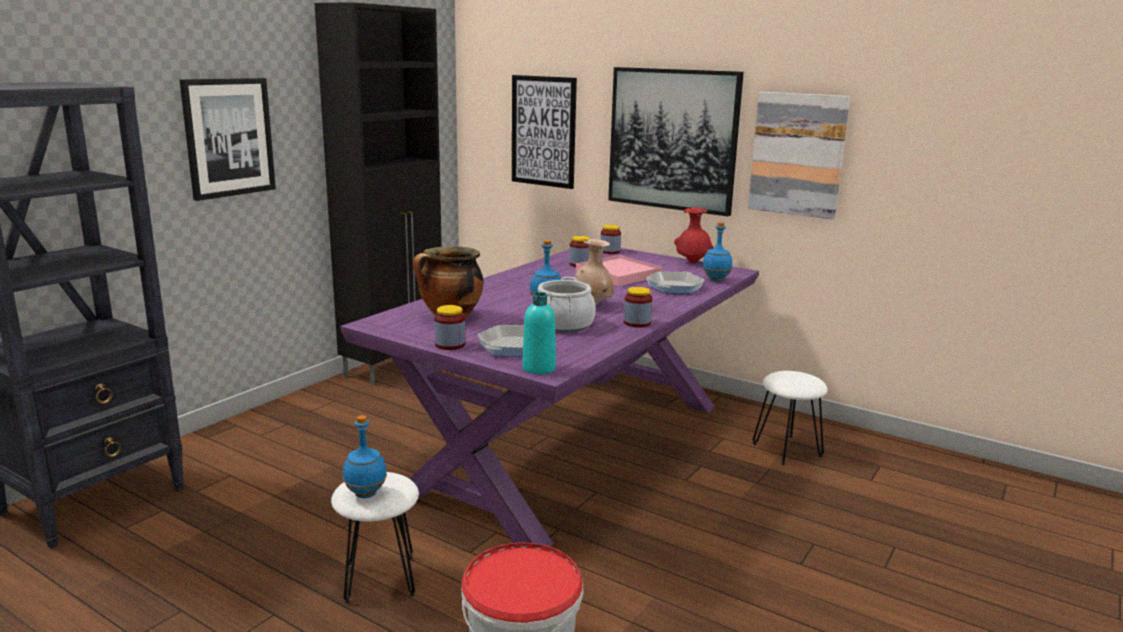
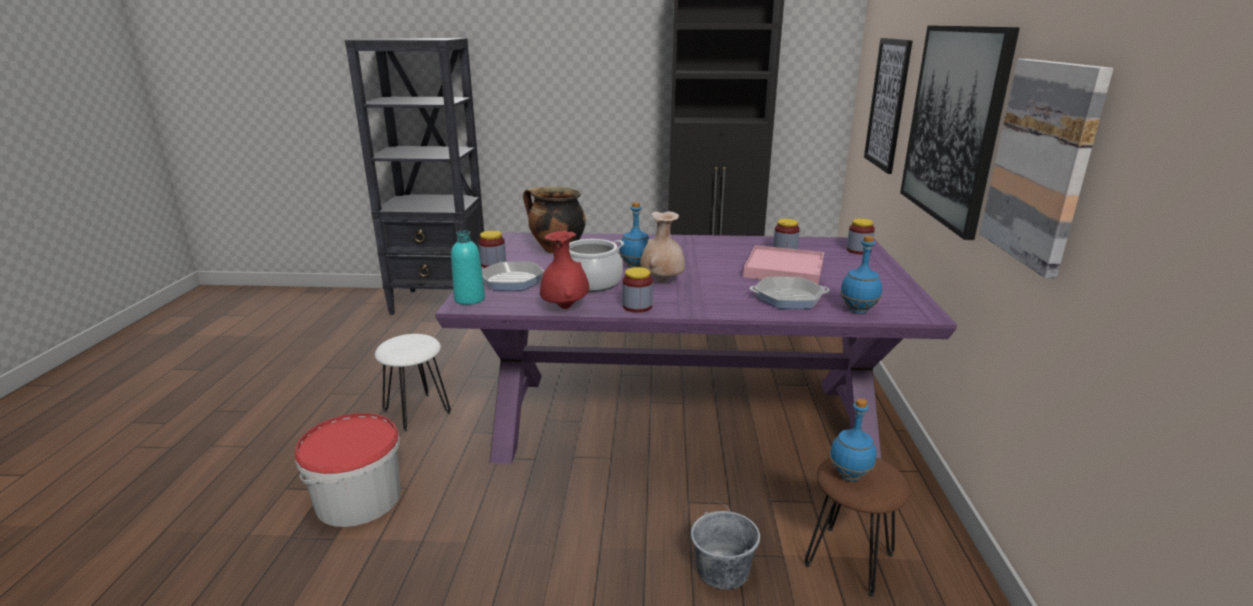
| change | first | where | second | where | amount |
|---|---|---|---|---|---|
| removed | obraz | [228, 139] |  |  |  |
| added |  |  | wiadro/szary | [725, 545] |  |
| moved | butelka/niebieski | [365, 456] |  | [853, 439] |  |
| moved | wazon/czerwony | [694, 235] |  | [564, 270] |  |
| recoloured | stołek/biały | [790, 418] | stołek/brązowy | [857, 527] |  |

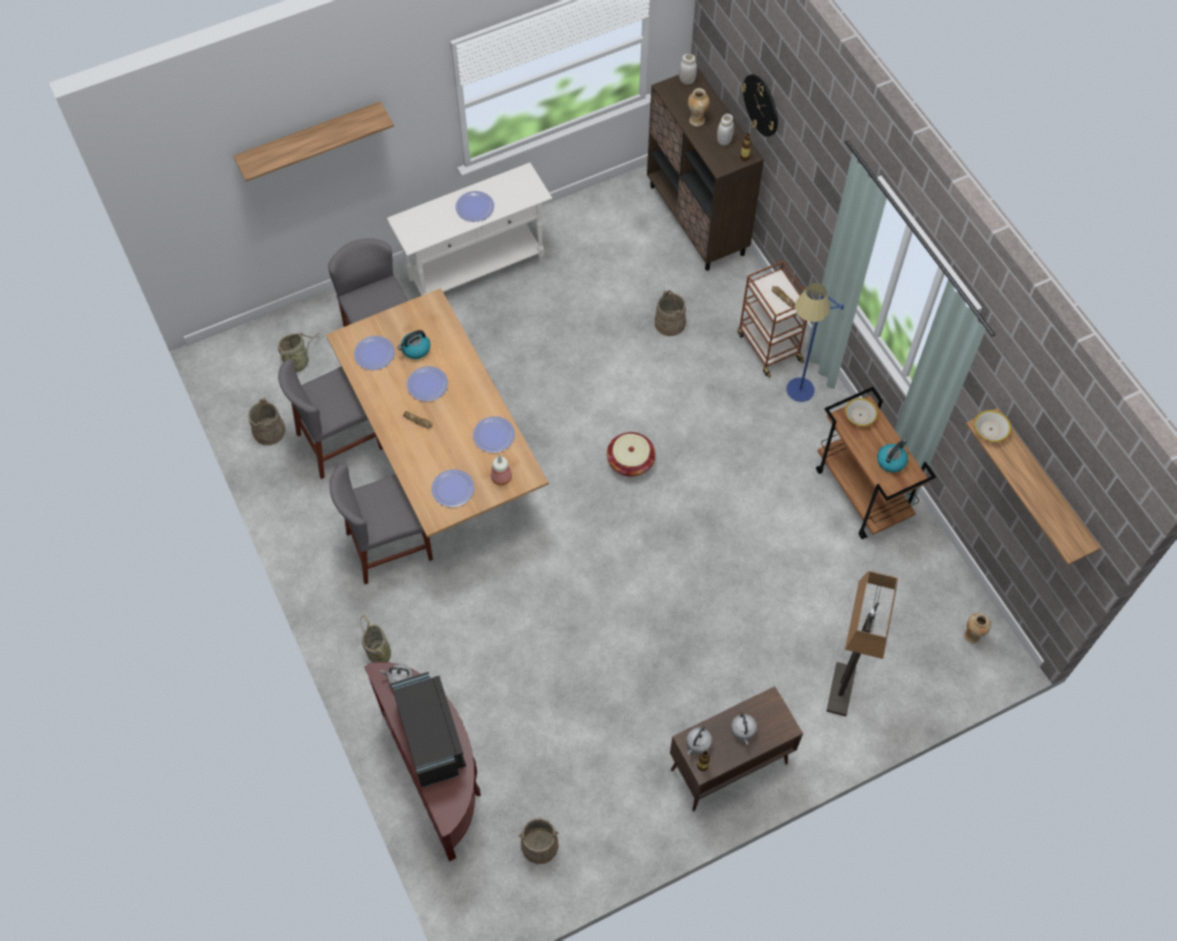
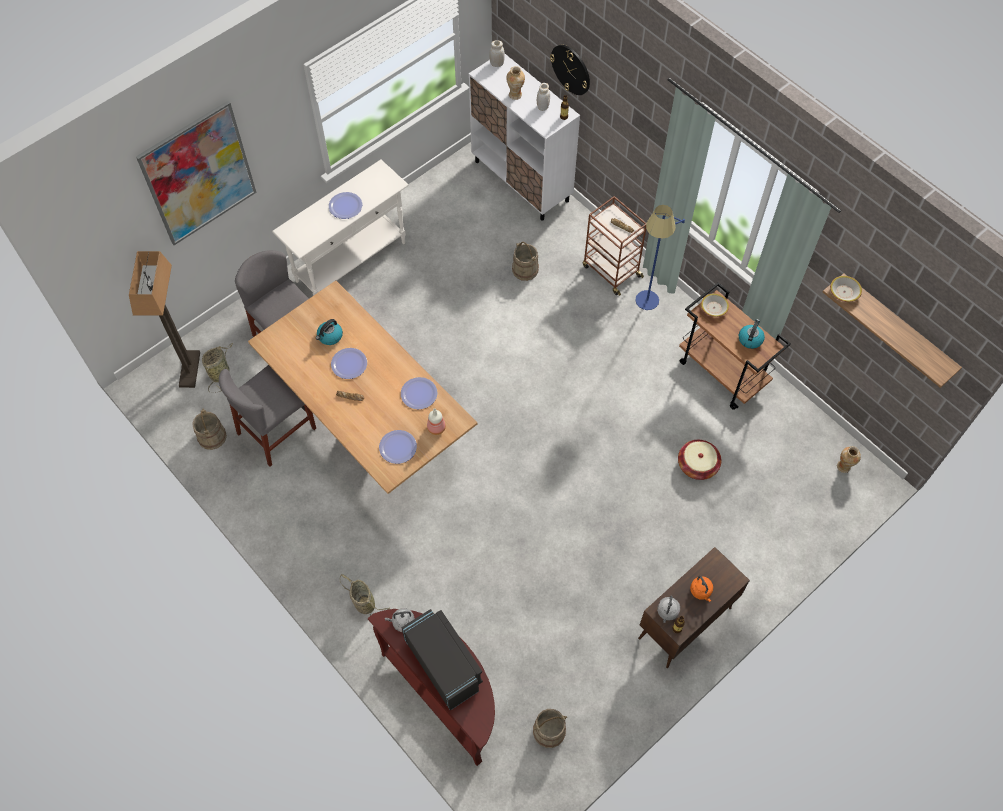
| change | first | where | second | where | amount |
|---|---|---|---|---|---|
| removed | krzesło/szary | [381, 524] |  |  |  |
| removed | talerz | [374, 353] |  |  |  |
| moved | koszyk | [631, 454] |  | [699, 460] |  |
| moved | lampa stojąca | [862, 643] |  | [164, 319] |  |
| replaced | półka | [313, 141] | obraz | [196, 173] |  |
| recoloured | szafka/brązowy | [705, 169] | szafka/biały | [524, 137] |  |
| recoloured | czajnik/szary | [744, 729] | czajnik/pomarańczowy | [701, 589] |  |

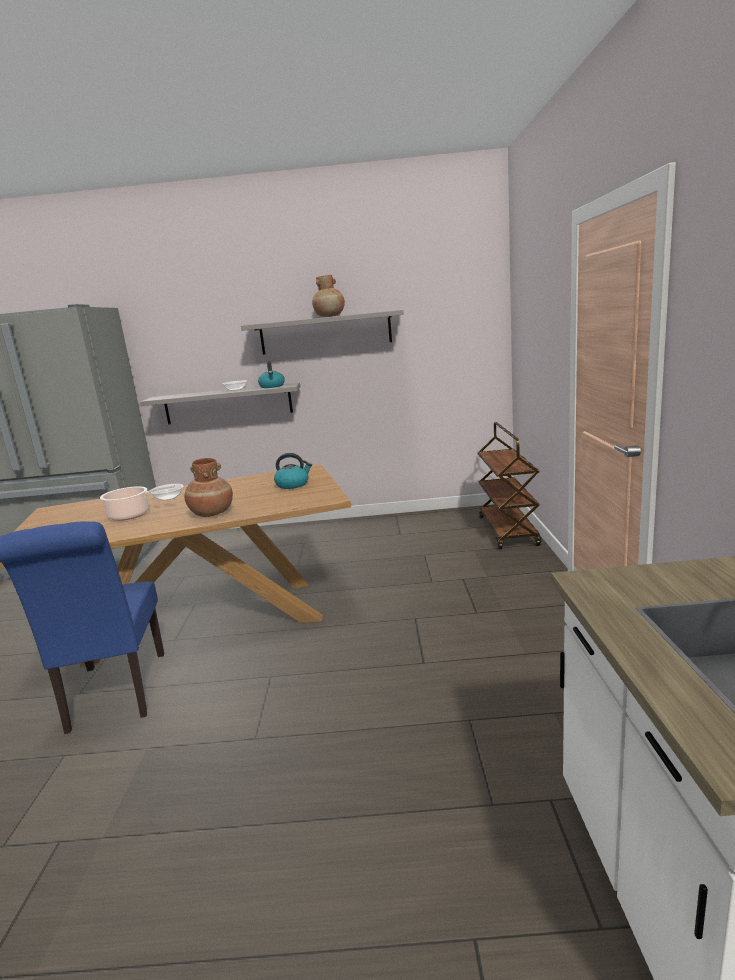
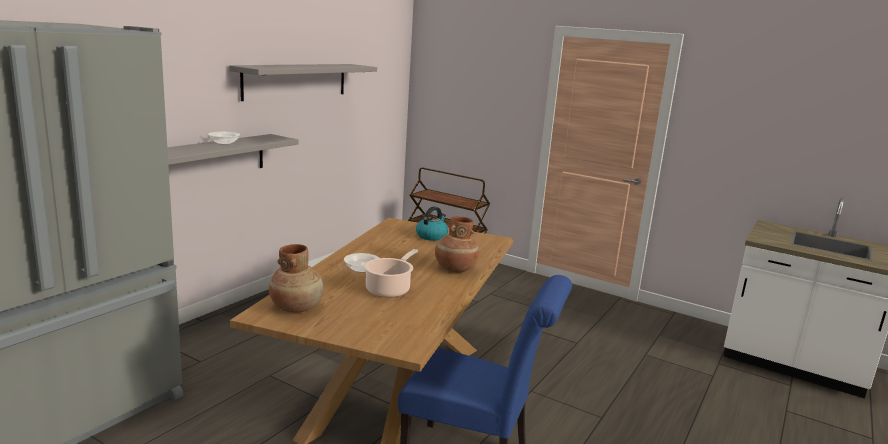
| change | first | where | second | where | amount |
|---|---|---|---|---|---|
| removed | czajnik | [271, 374] |  |  |  |
| moved | wazon/brązowy | [328, 296] |  | [296, 278] |  |

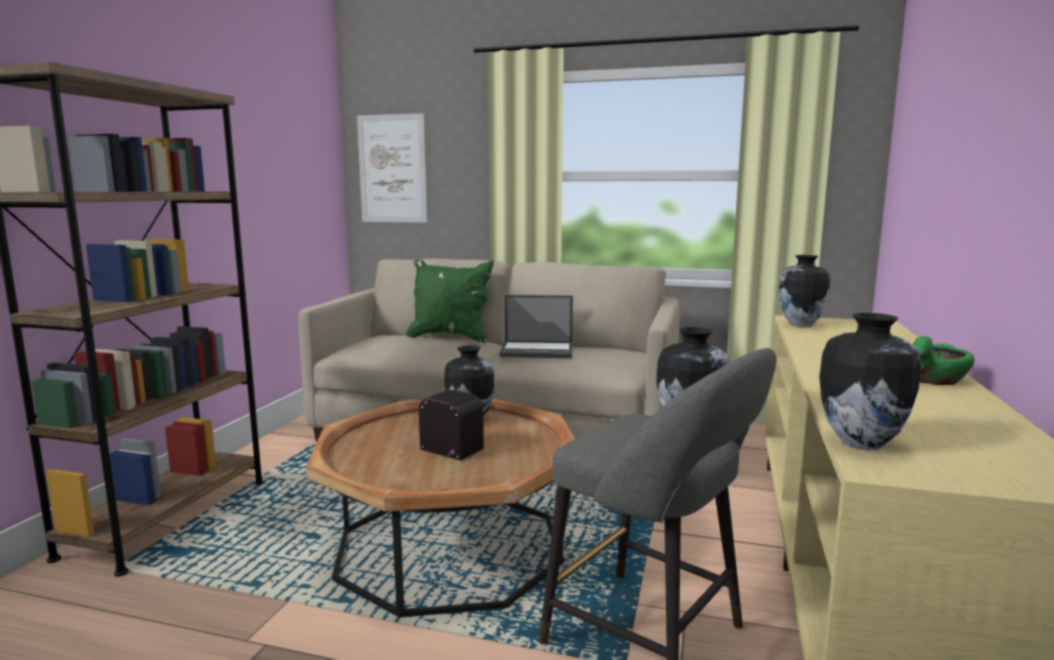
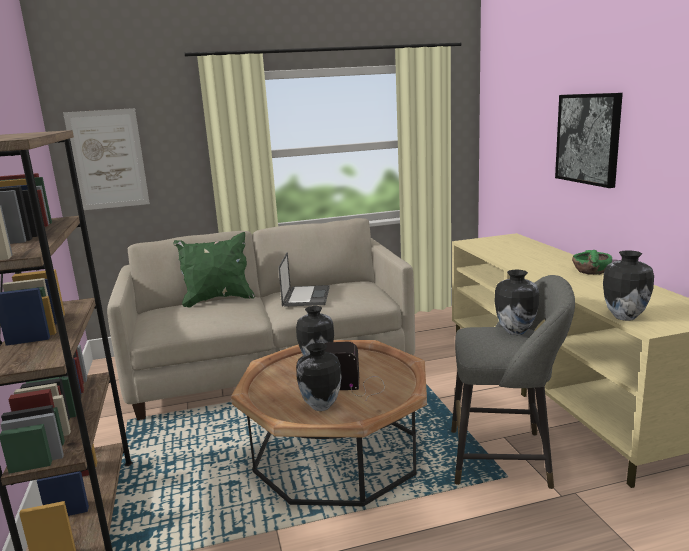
| change | first | where | second | where | amount |
|---|---|---|---|---|---|
| added |  |  | obraz | [589, 140] |  |
| moved | wazon | [804, 291] |  | [319, 377] |  |
| turned | laptop | [536, 326] |  | [304, 279] | 60 degrees counterclockwise |

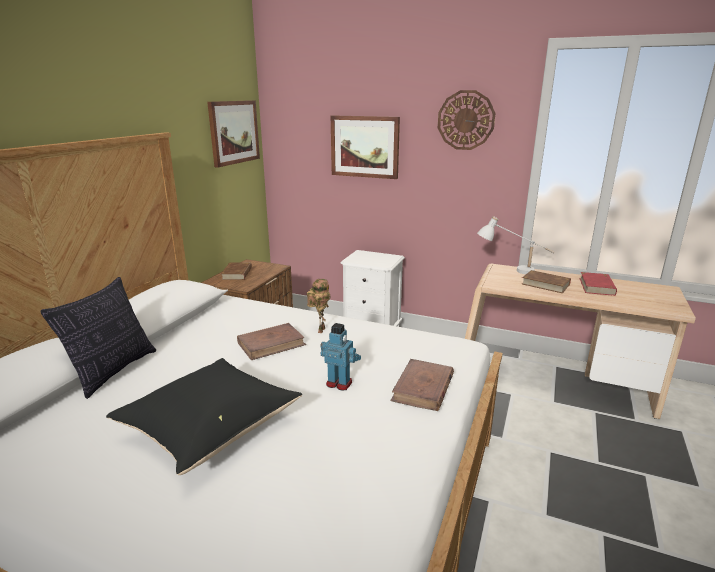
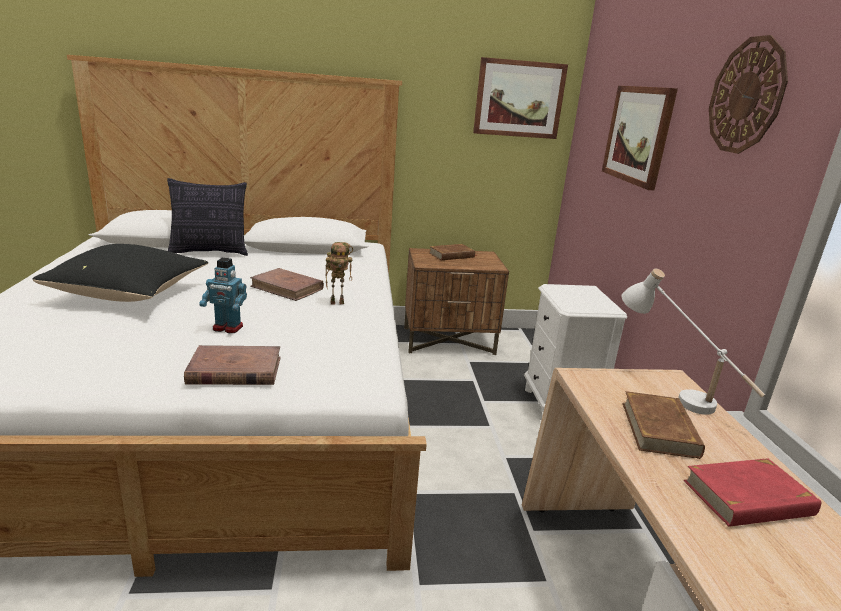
| change | first | where | second | where | amount |
|---|---|---|---|---|---|
| turned | robot zabawkowy | [340, 357] |  | [223, 295] | 105 degrees clockwise |

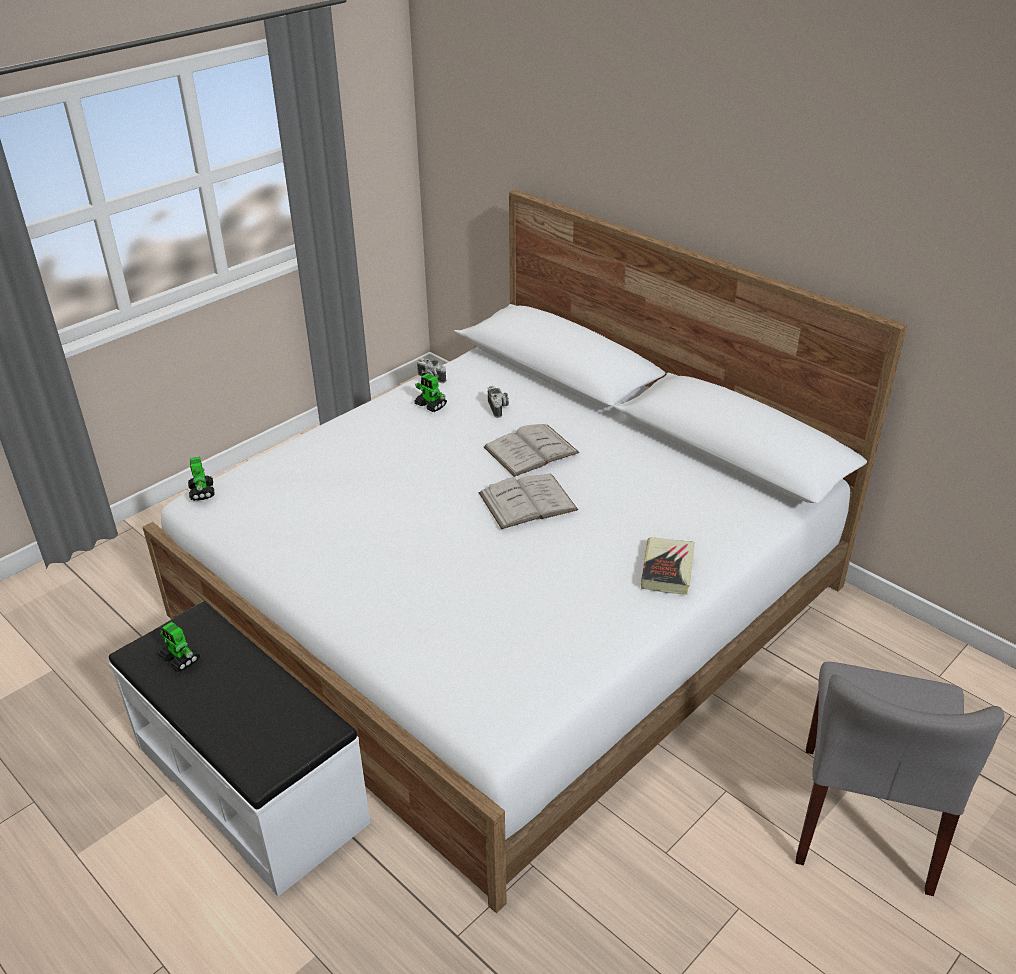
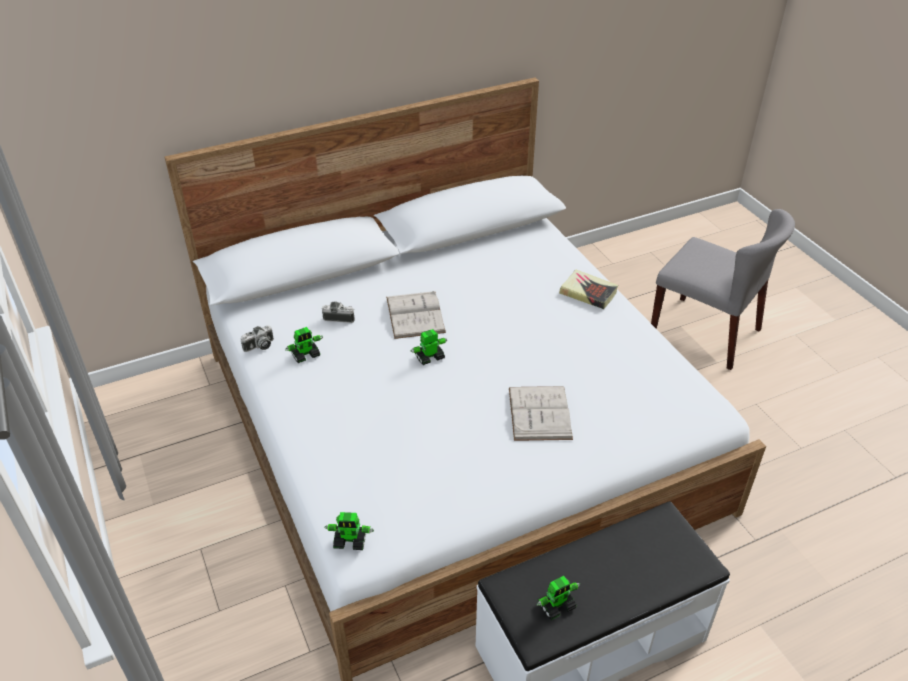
| change | first | where | second | where | amount |
|---|---|---|---|---|---|
| added |  |  | robot zabawkowy | [428, 347] |  |
| moved | książka/biały | [528, 501] |  | [541, 413] |  |

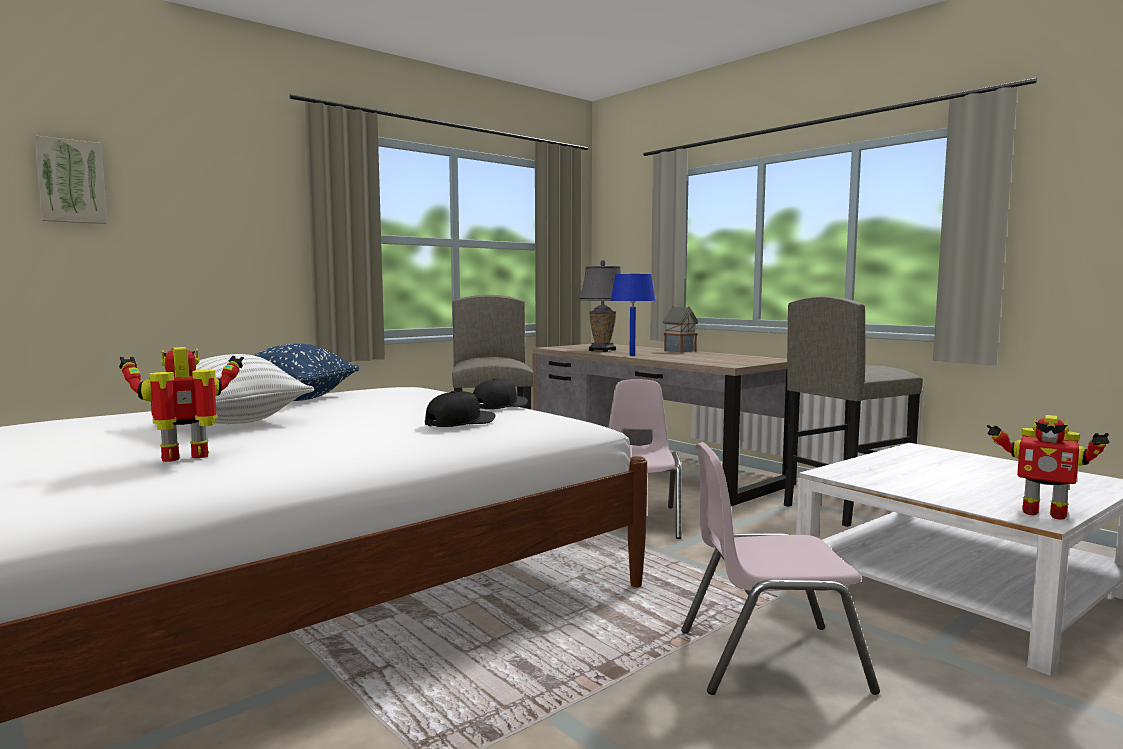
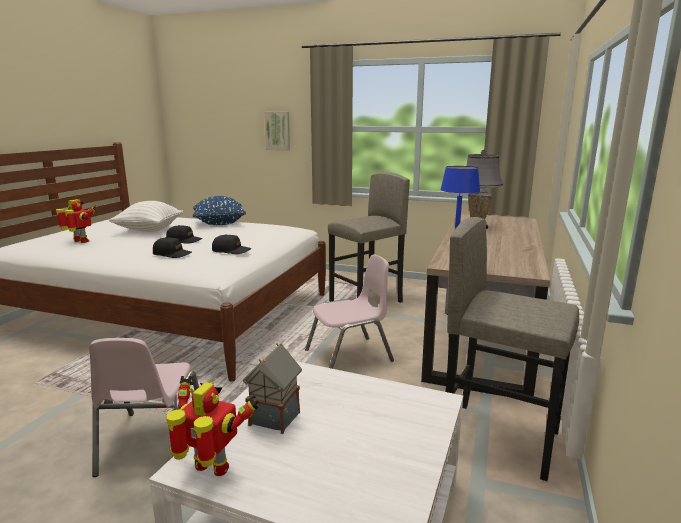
| change | first | where | second | where | amount |
|---|---|---|---|---|---|
| added |  |  | czapka z daszkiem/czarny | [184, 234] |  |
| moved | obraz | [70, 179] |  | [277, 131] |  |
| moved | domek | [680, 329] |  | [272, 388] |  |
| turned | krzesło/różowy | [780, 568] |  | [144, 407] | 150 degrees counterclockwise |
| turned | robot zabawkowy | [1048, 467] |  | [212, 426] | 105 degrees clockwise |

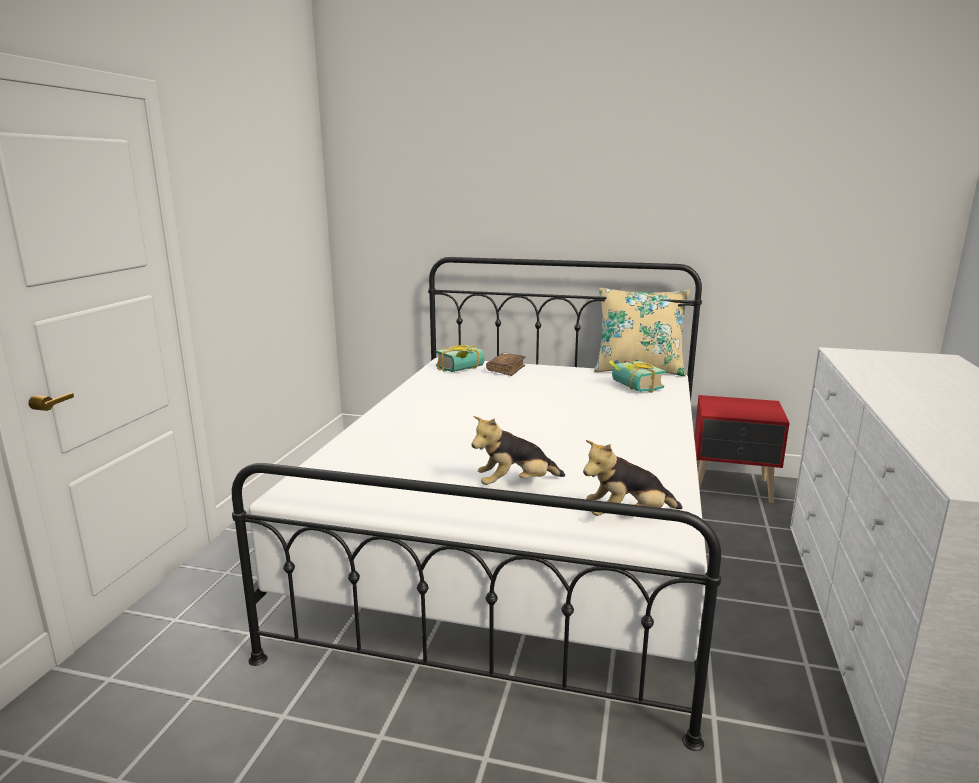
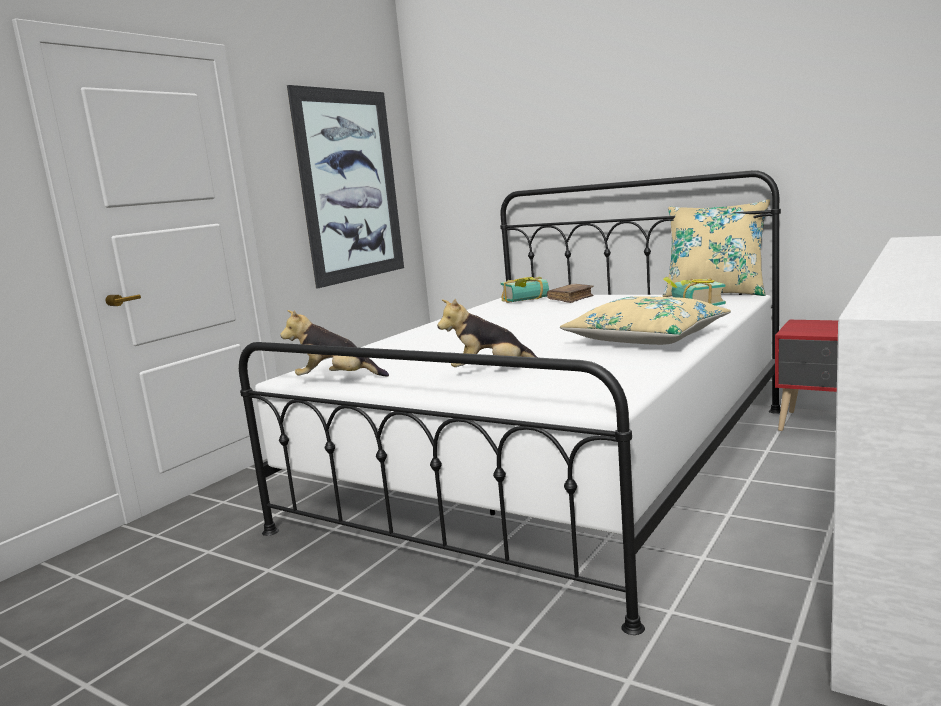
| change | first | where | second | where | amount |
|---|---|---|---|---|---|
| added |  |  | obraz | [345, 186] |  |
| added |  |  | poduszka/beżowy | [645, 320] |  |
| moved | pluszak | [633, 478] |  | [334, 343] |  |

